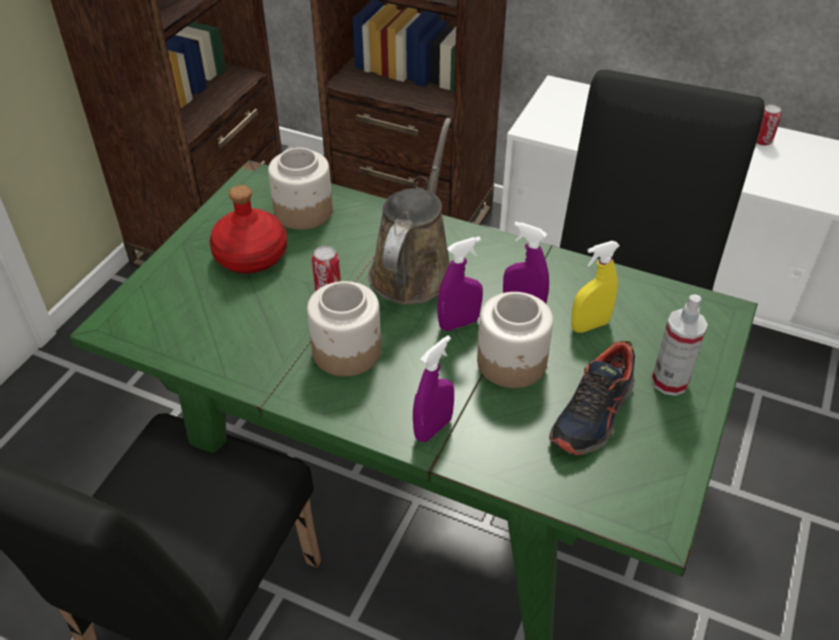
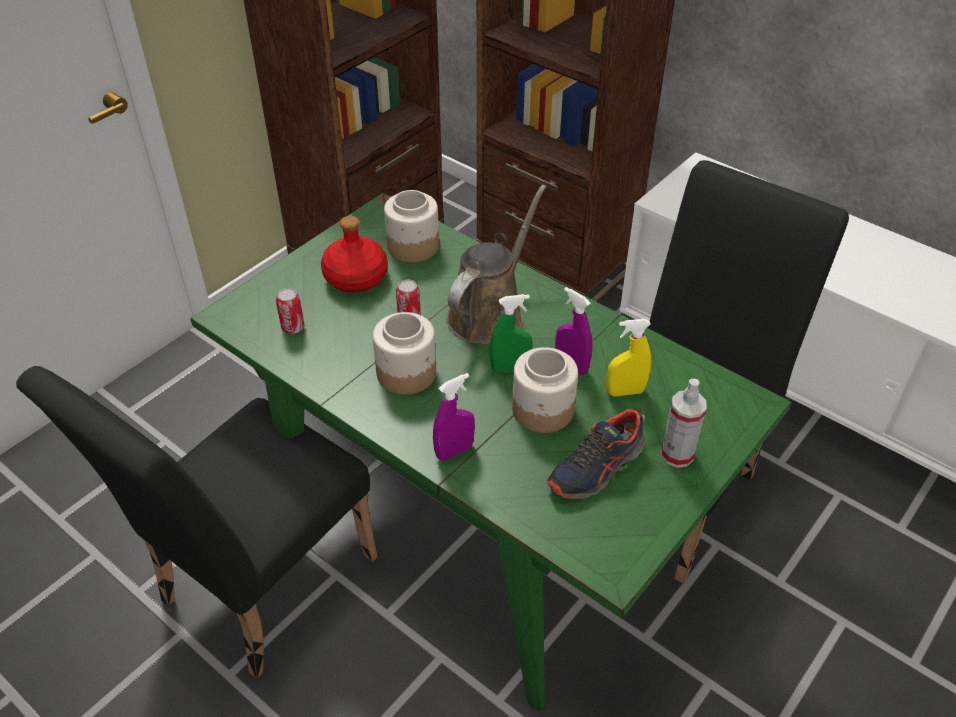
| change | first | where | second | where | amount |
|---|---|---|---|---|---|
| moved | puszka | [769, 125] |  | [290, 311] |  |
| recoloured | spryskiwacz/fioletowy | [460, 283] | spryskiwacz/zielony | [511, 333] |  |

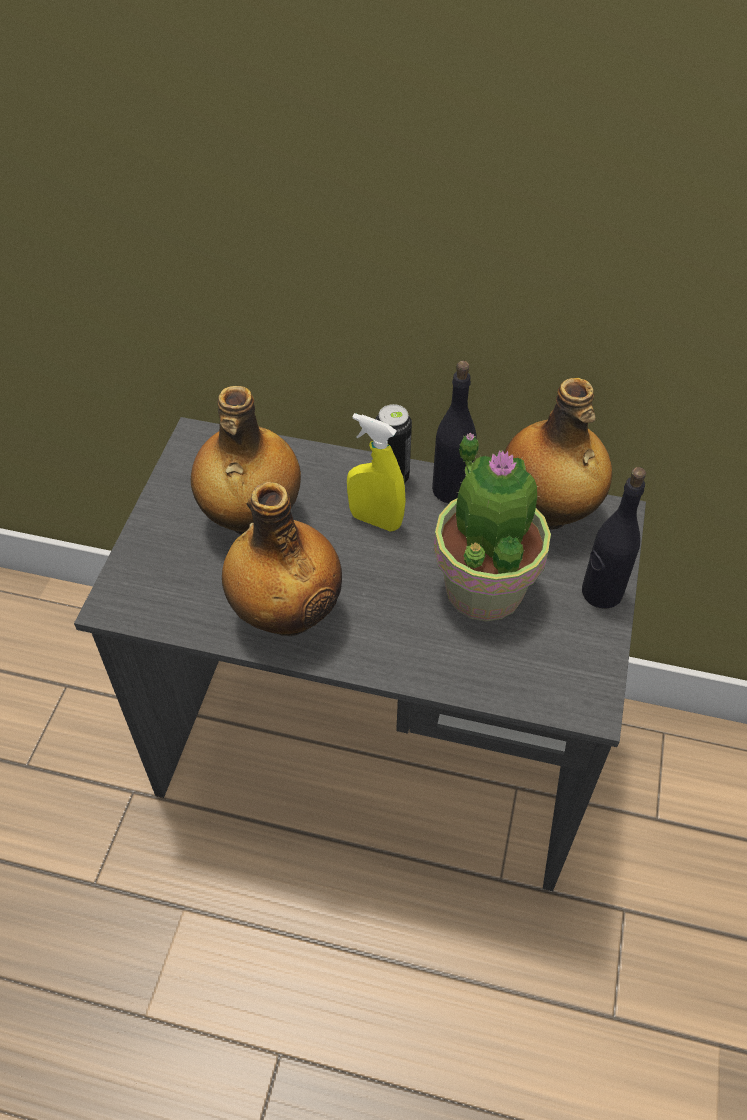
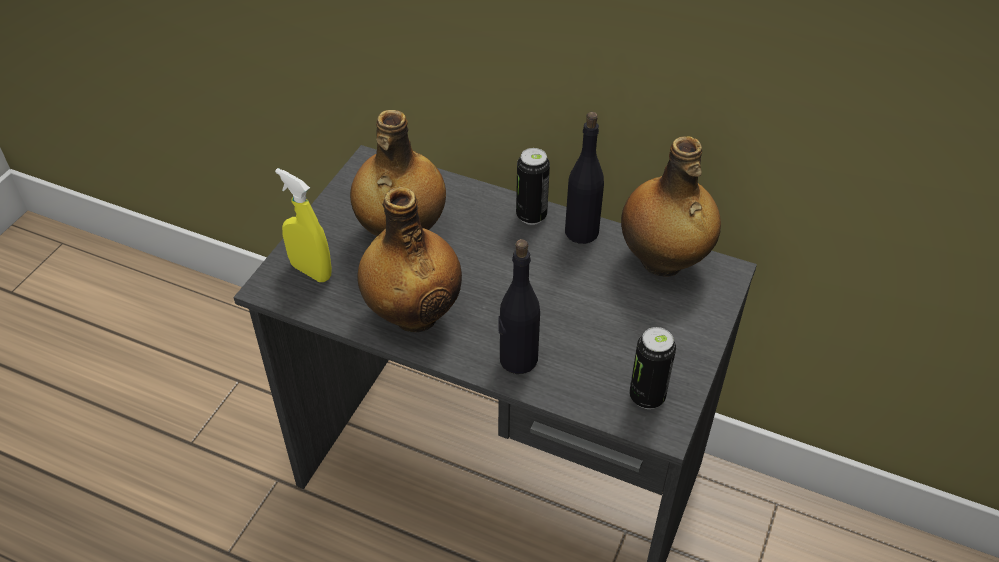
| change | first | where | second | where | amount |
|---|---|---|---|---|---|
| removed | roślina doniczkowa | [492, 527] |  |  |  |
| added |  |  | puszka | [652, 368] |  |
| moved | spryskiwacz/żółty | [376, 472] |  | [303, 225] |  |
| moved | butelka/czarny | [614, 538] |  | [519, 306] |  |

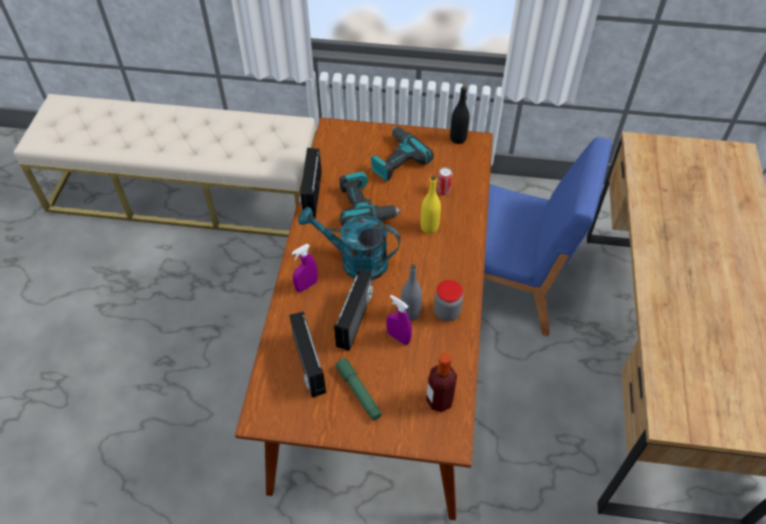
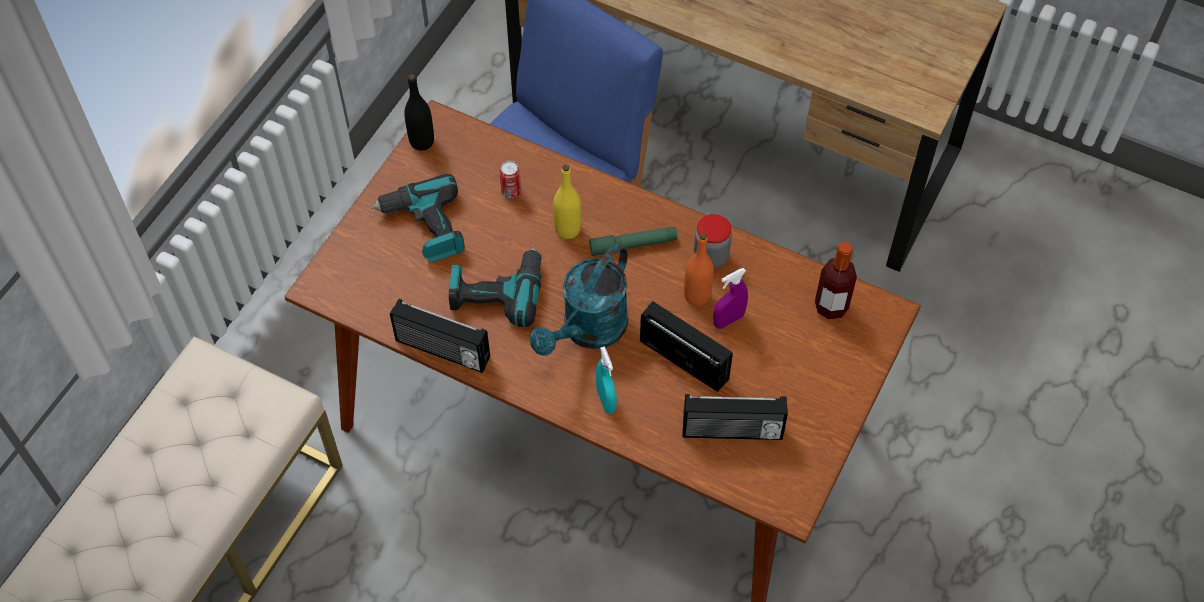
| change | first | where | second | where | amount |
|---|---|---|---|---|---|
| moved | latarka/zielony | [358, 389] |  | [633, 241] |  |
| recoloured | spryskiwacz/fioletowy | [305, 268] | spryskiwacz/turkusowy | [606, 380] |  |
| recoloured | butelka/szary | [411, 292] | butelka/pomarańczowy | [699, 269] |  |

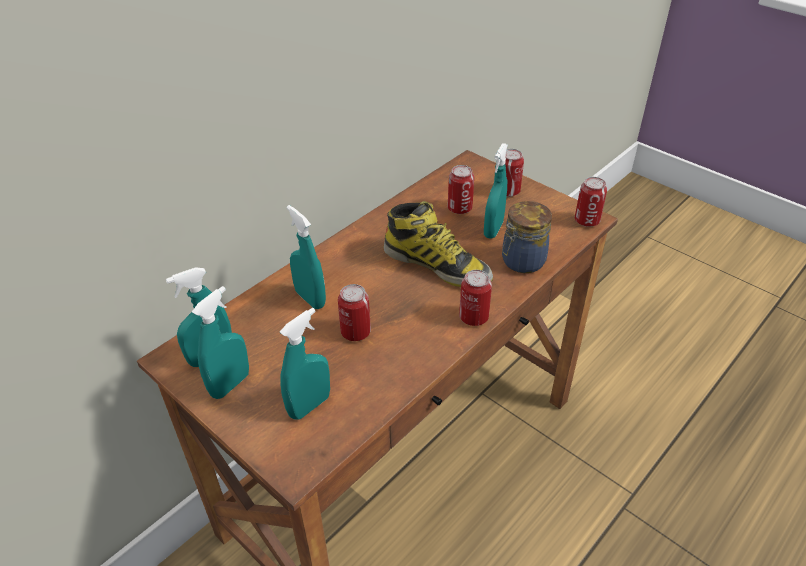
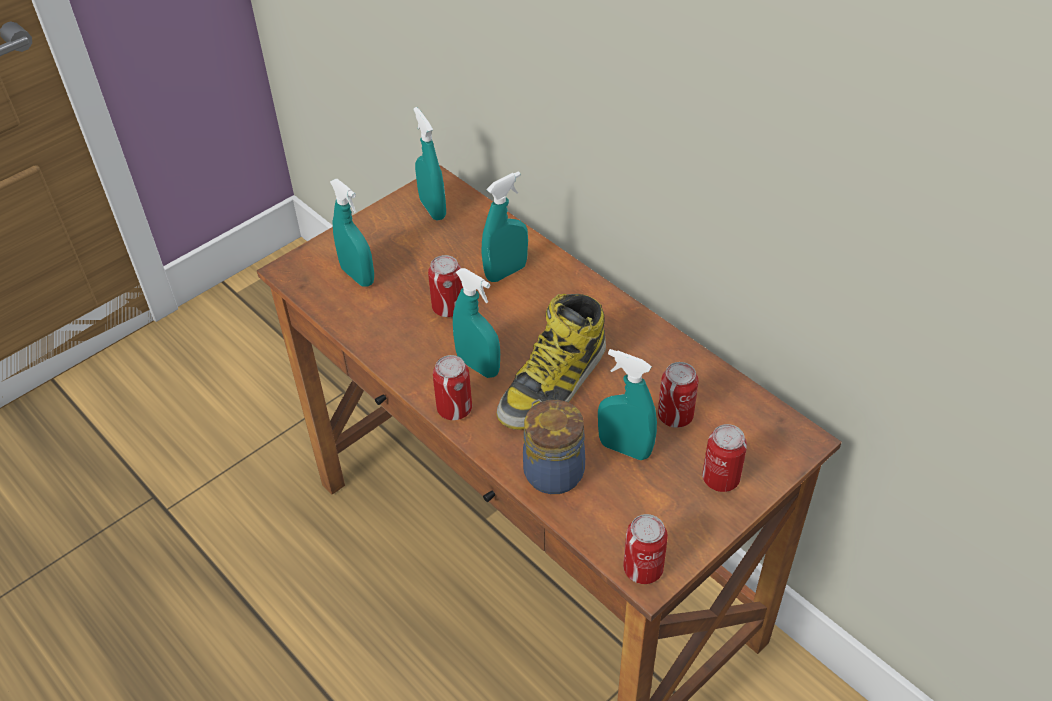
| change | first | where | second | where | amount |
|---|---|---|---|---|---|
| moved | spryskiwacz/turkusowy | [220, 342] |  | [476, 323] |  |

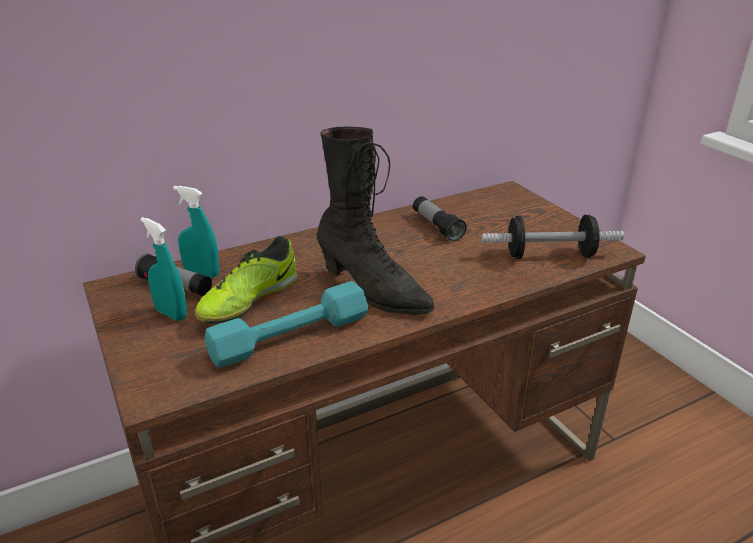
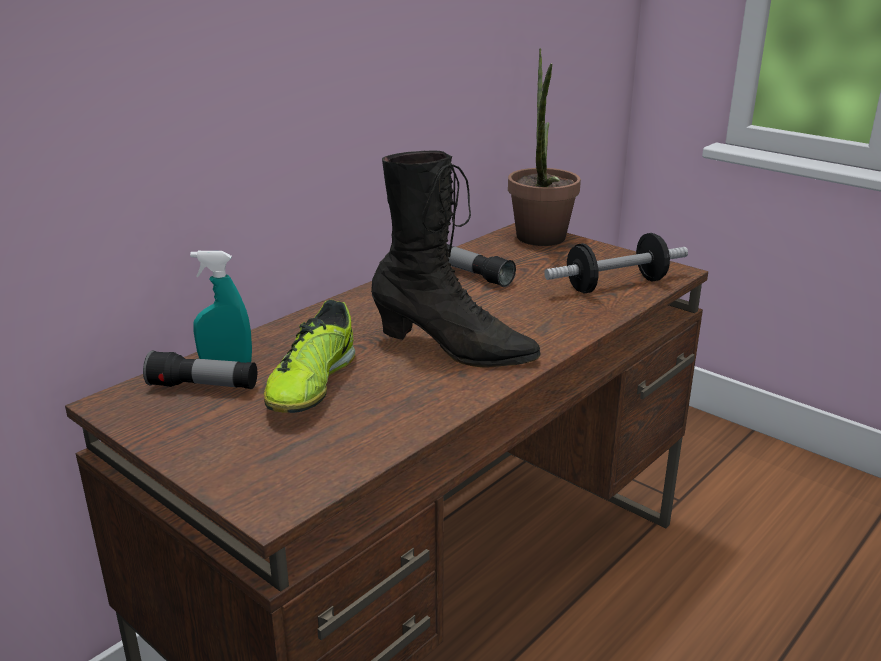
| change | first | where | second | where | amount |
|---|---|---|---|---|---|
| removed | spryskiwacz/turkusowy | [164, 269] |  |  |  |
| removed | hantel/turkusowy | [287, 324] |  |  |  |
| added |  |  | roślina doniczkowa | [544, 147] |  |

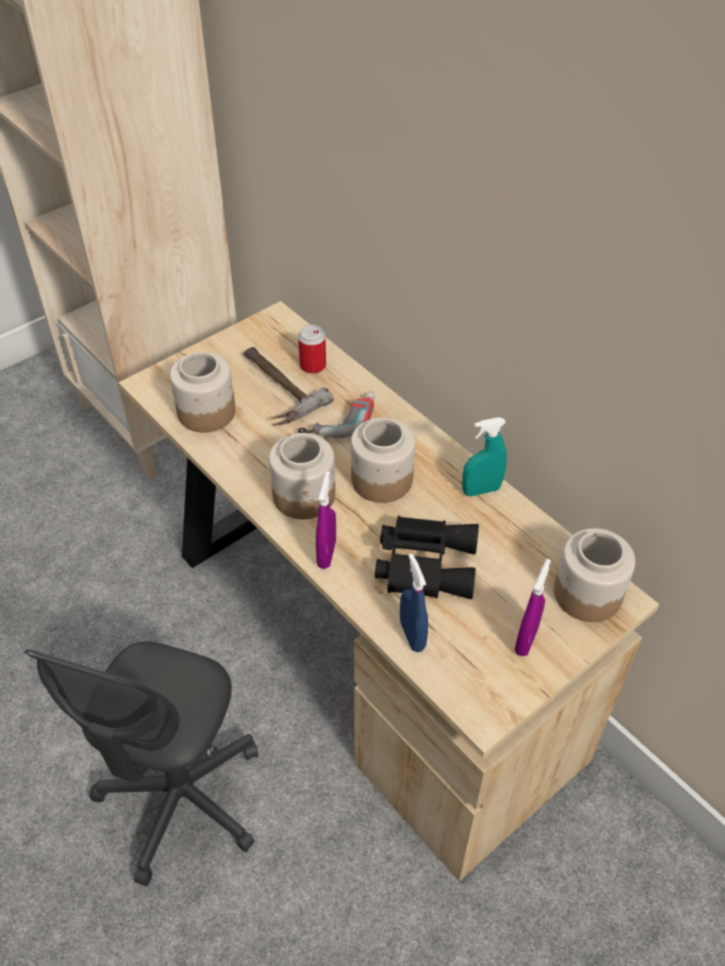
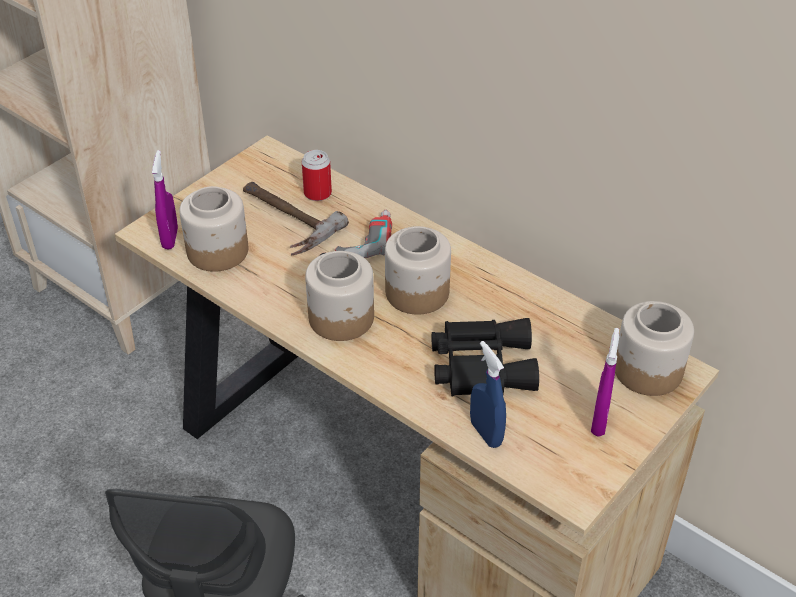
| change | first | where | second | where | amount |
|---|---|---|---|---|---|
| removed | spryskiwacz/turkusowy | [484, 456] |  |  |  |
| moved | spryskiwacz/fioletowy | [326, 520] |  | [165, 199] |  |

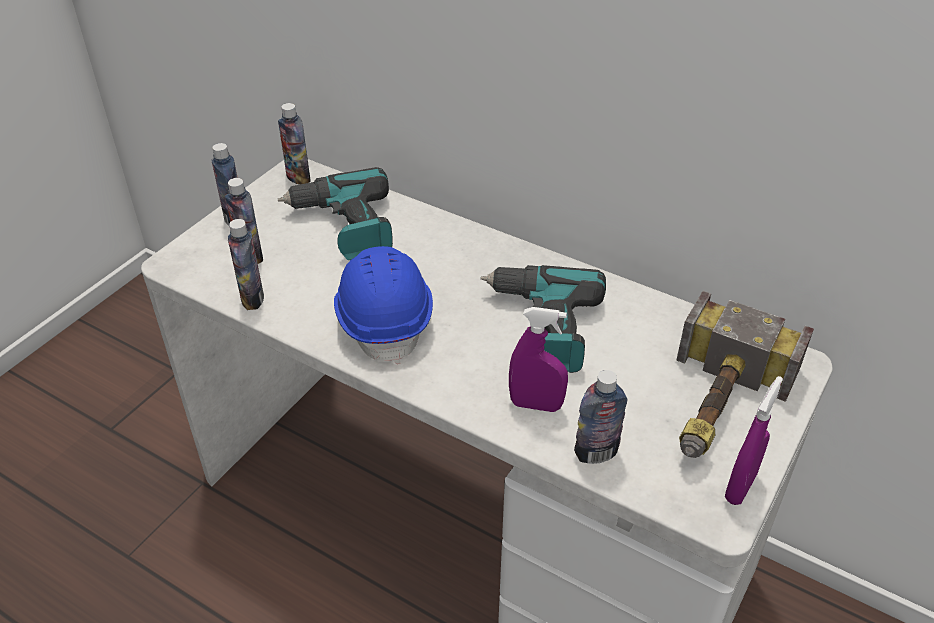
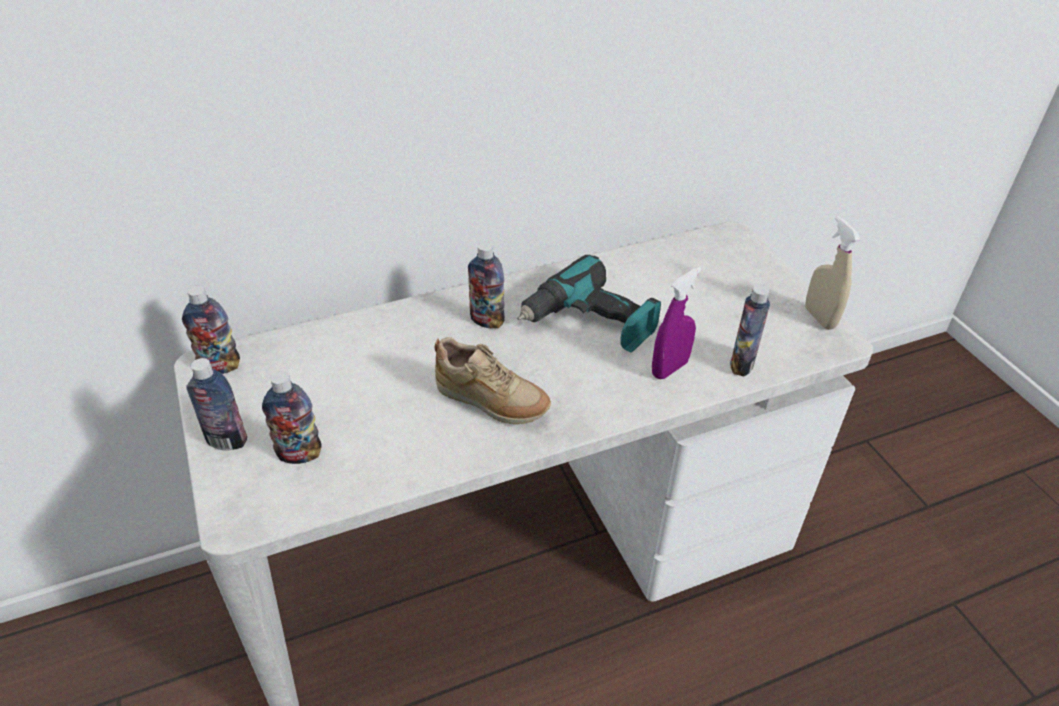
| change | first | where | second | where | amount |
|---|---|---|---|---|---|
| removed | wiertarka | [335, 213] |  |  |  |
| removed | młotek | [745, 374] |  |  |  |
| moved | butelka | [246, 264] |  | [486, 285] |  |
| replaced | kask/niebieski | [383, 305] | but/beżowy | [493, 380] |  |
| recoloured | spryskiwacz/fioletowy | [754, 440] | spryskiwacz/beżowy | [832, 273] |  |

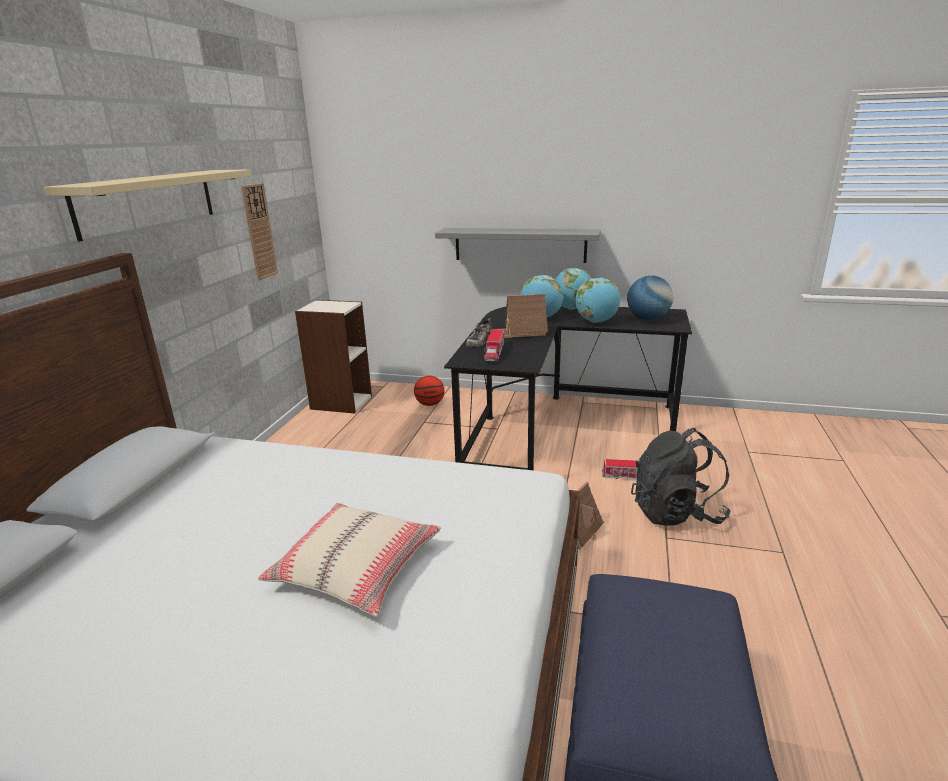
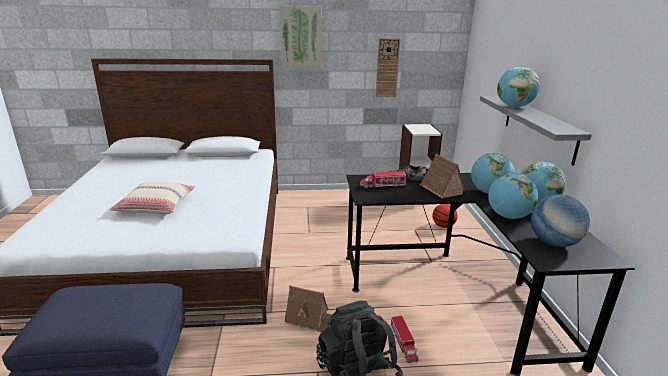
| change | first | where | second | where | amount |
|---|---|---|---|---|---|
| added |  |  | globus | [518, 87] |  |
| replaced | półka/beżowy | [147, 206] | obraz | [300, 38] |  |

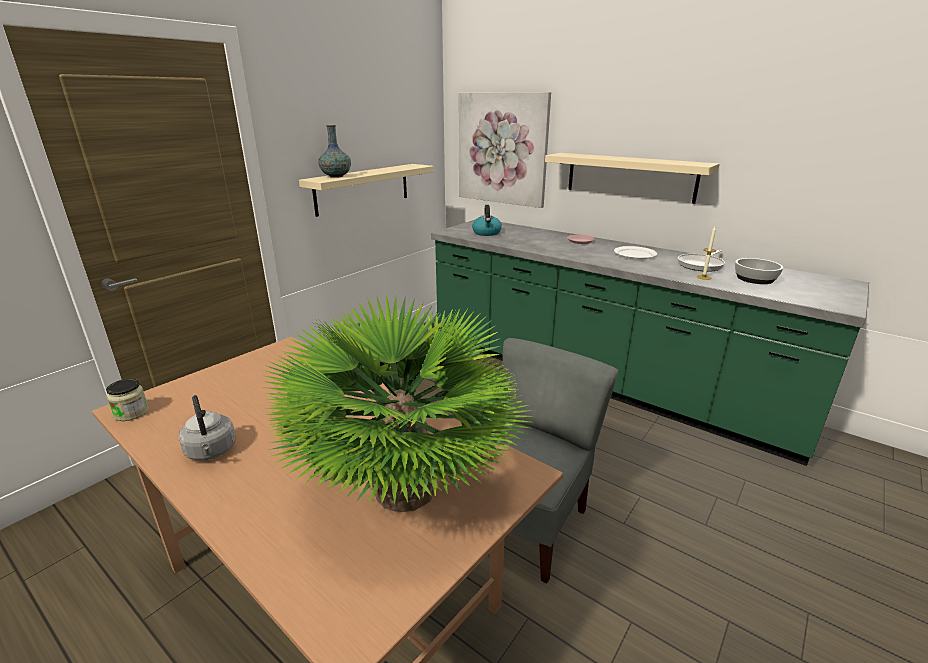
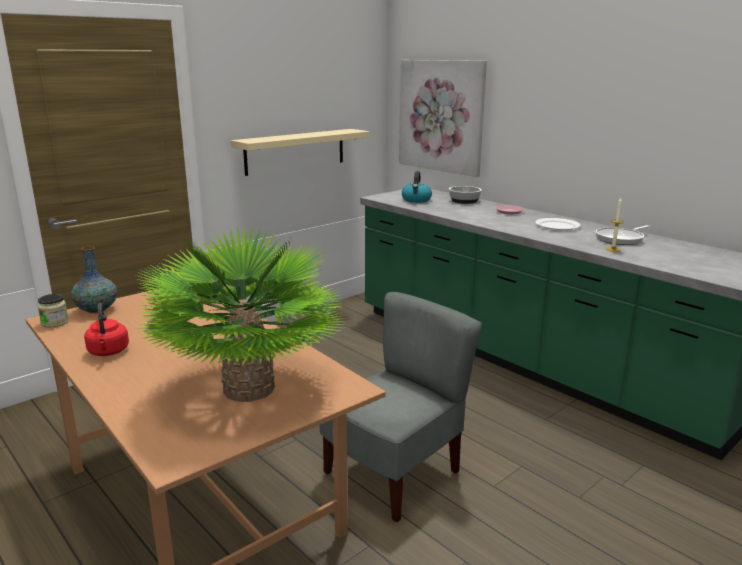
| change | first | where | second | where | amount |
|---|---|---|---|---|---|
| removed | półka/beżowy | [632, 178] |  |  |  |
| moved | wazon | [334, 151] |  | [94, 280] |  |
| moved | miska | [759, 271] |  | [465, 195] |  |
| recoloured | czajnik/szary | [207, 427] | czajnik/czerwony | [106, 329] |  |

